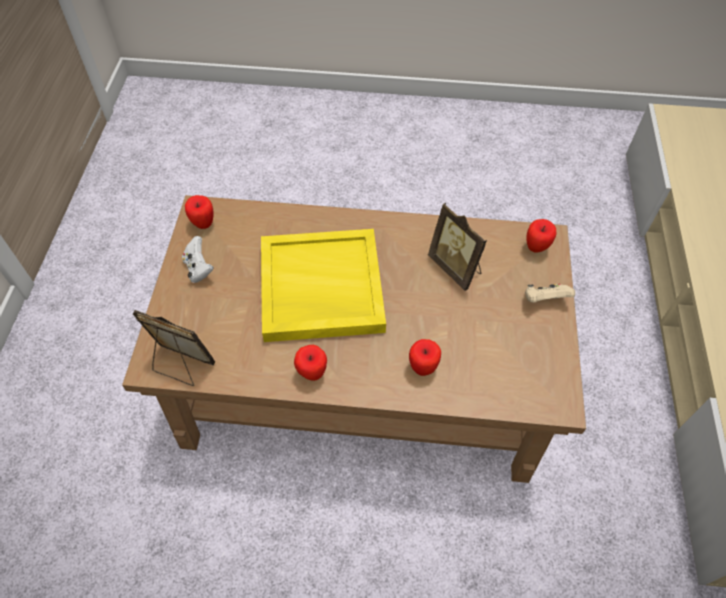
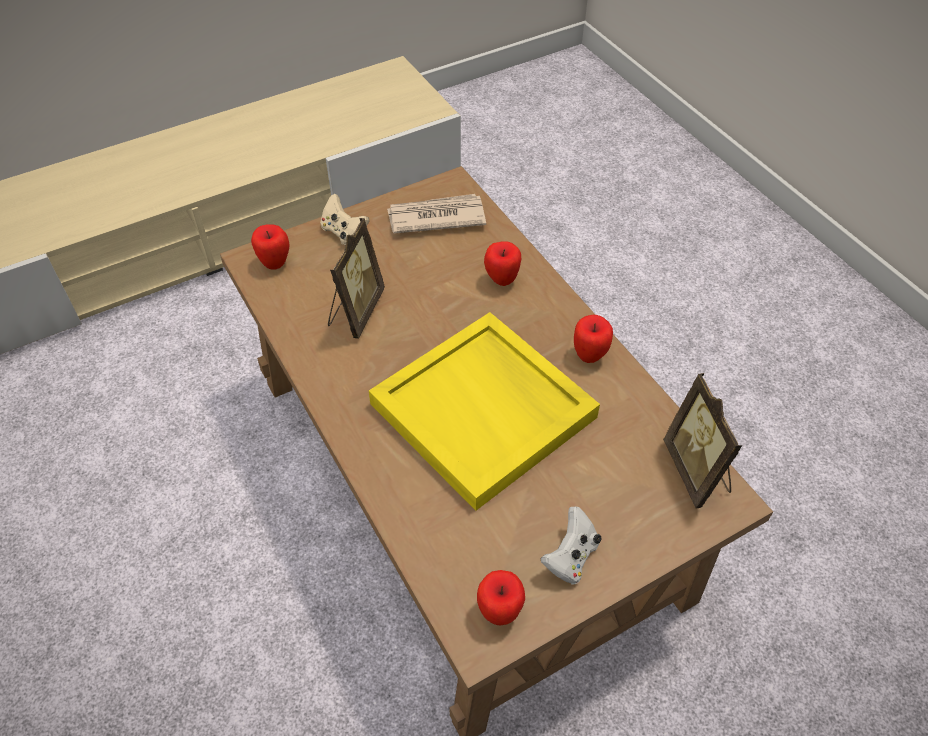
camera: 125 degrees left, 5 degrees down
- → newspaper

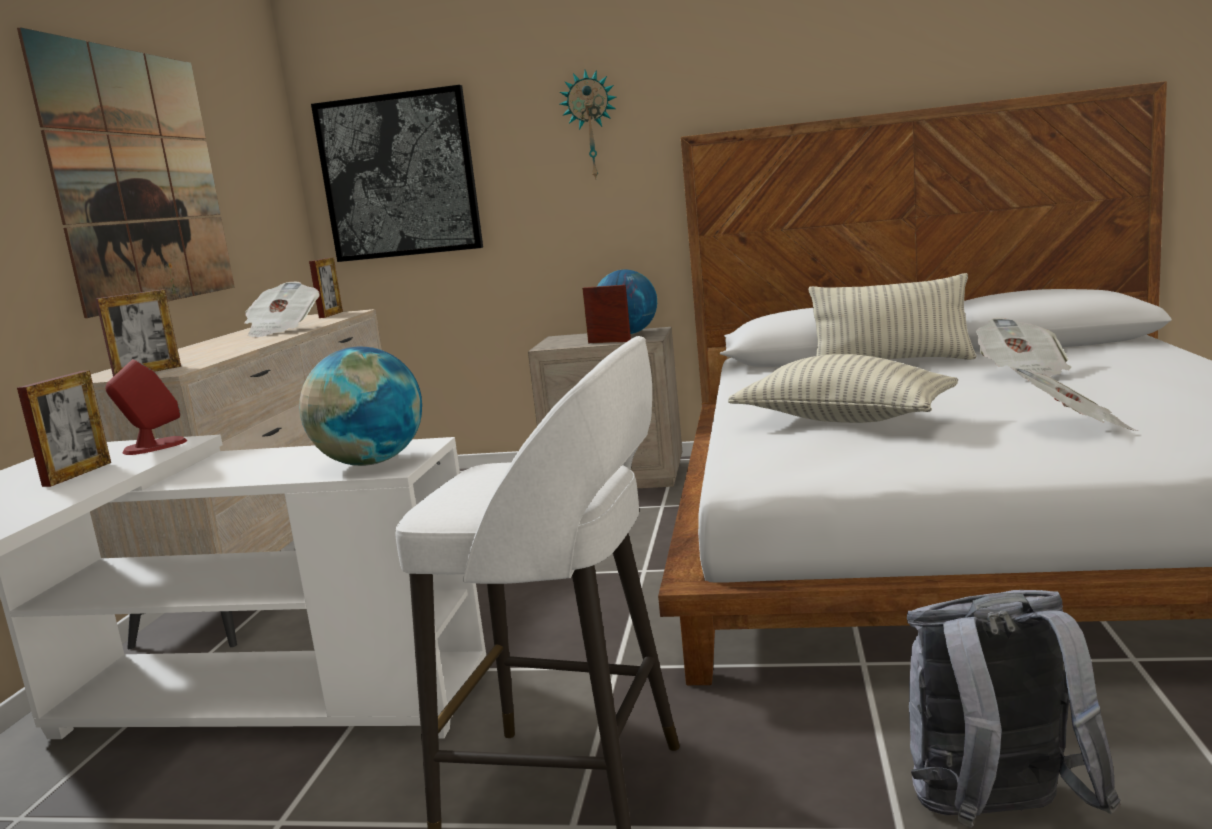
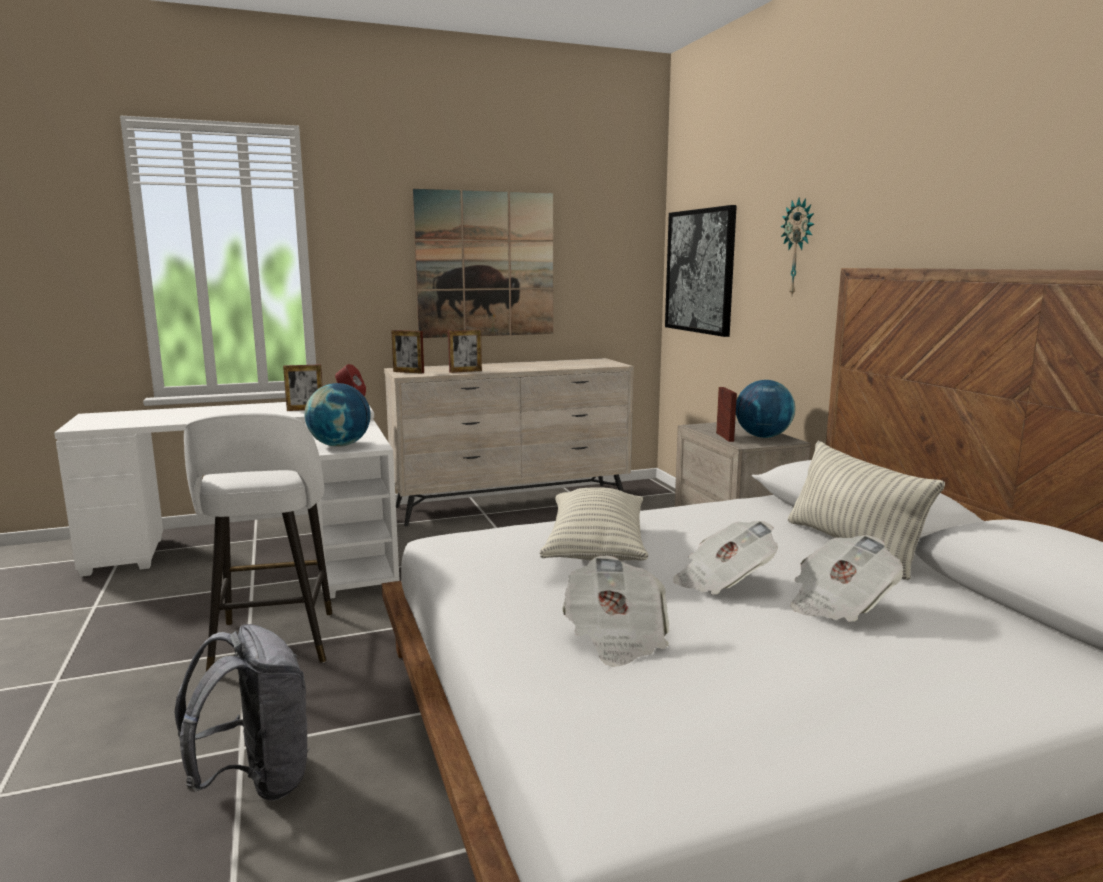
camera: 60 degrees right, 0 degrees up
picture frame (3rd from left), moved
newspaper (1st from left in the first image) → newspaper (2nd from left), moved

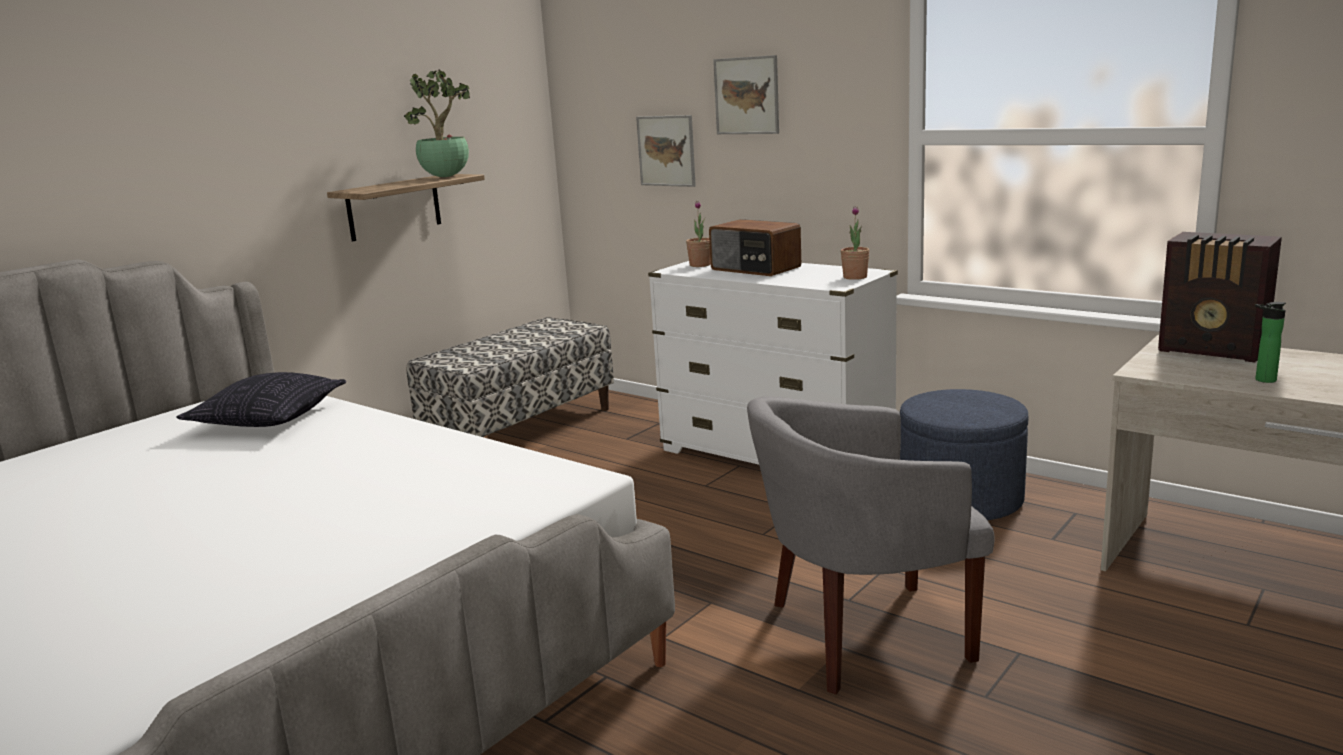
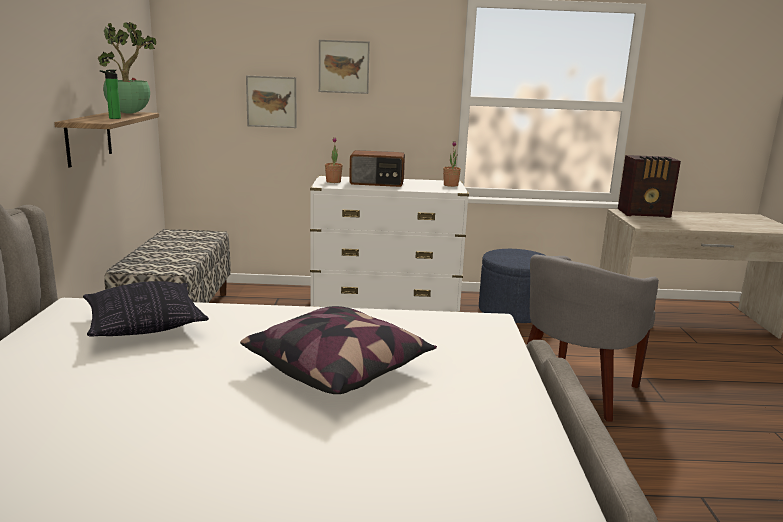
camera: 40 degrees left, 0 degrees up
bottle, moved
- → pillow (2nd from left)

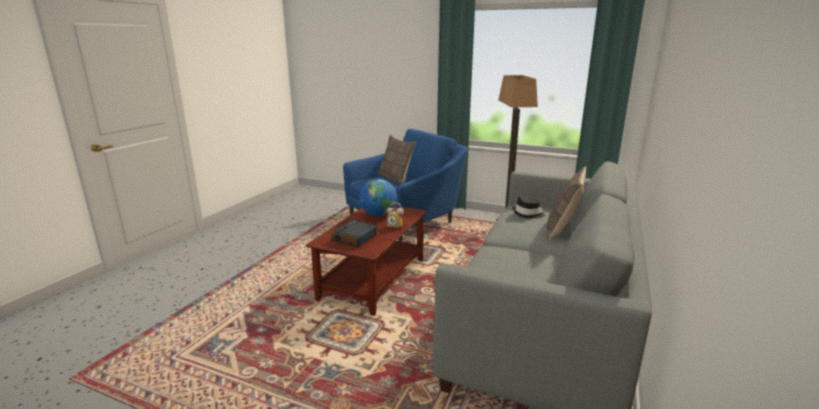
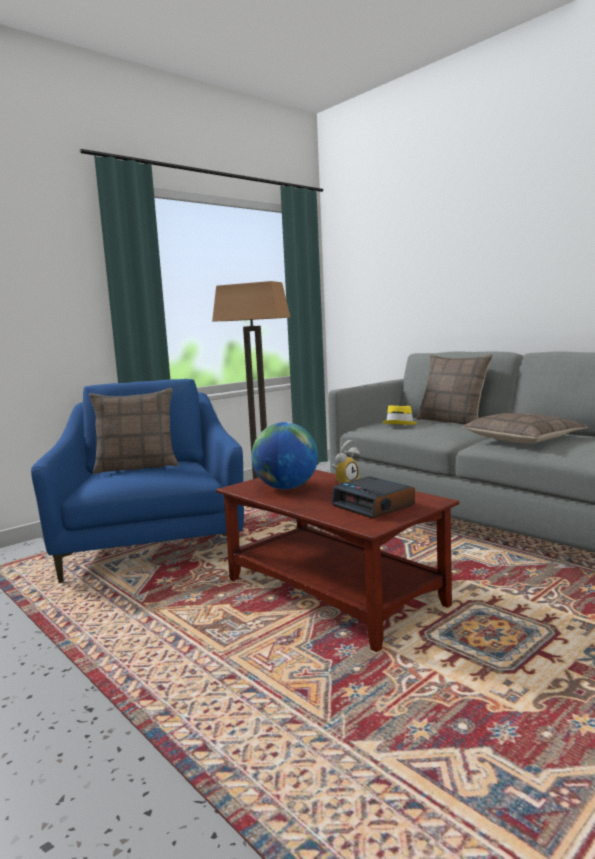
camera: 65 degrees left, 10 degrees down
black hat → yellow hat
- → pillow (3rd from left)

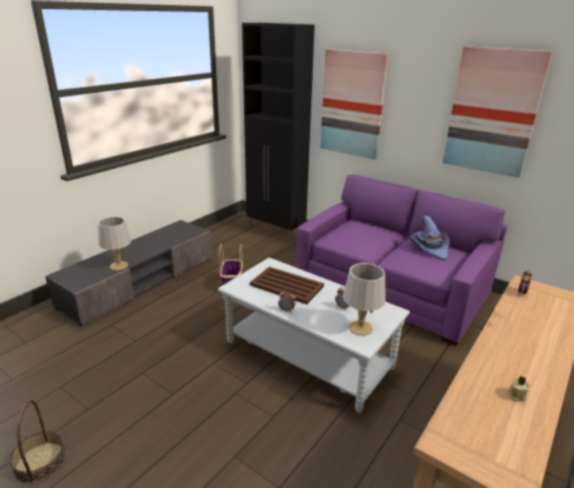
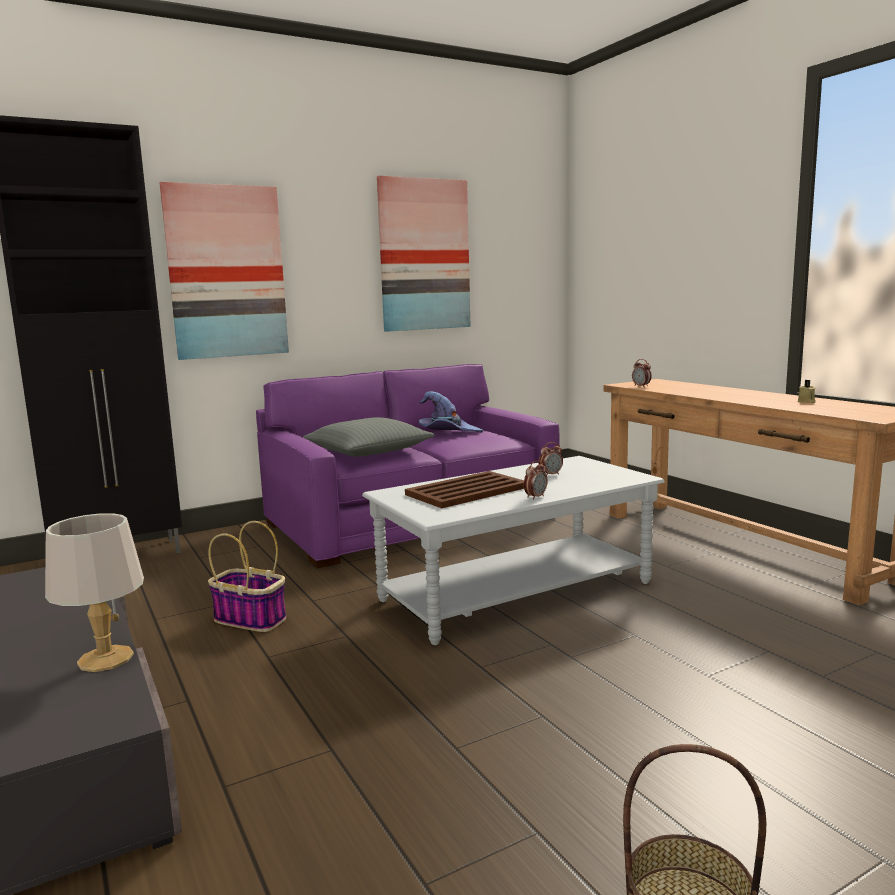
camera: 65 degrees left, 15 degrees down
- → grey pillow
grey table lamp (2nd from left) → -

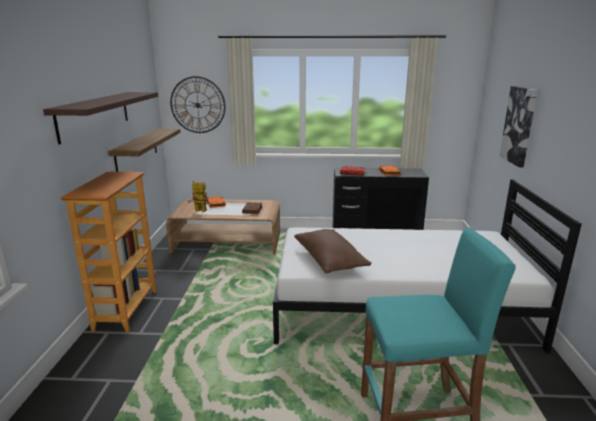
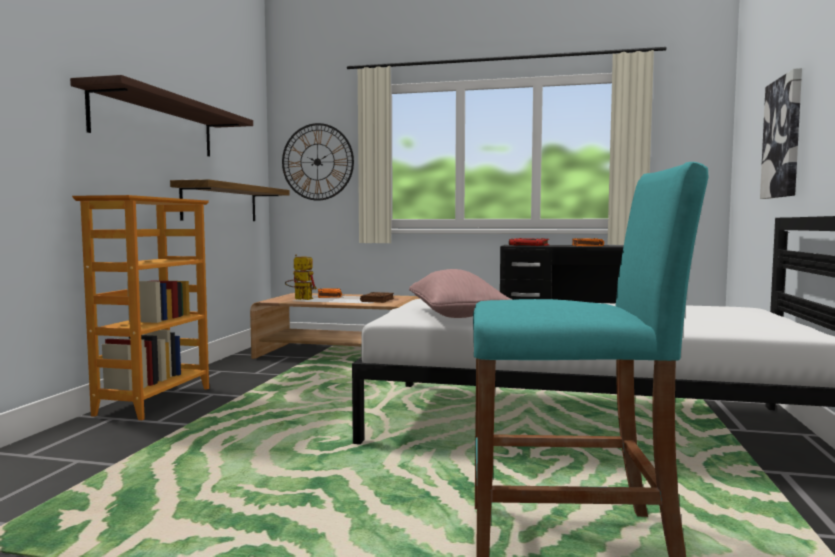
camera: 10 degrees right, 15 degrees down
brown pillow → pink pillow

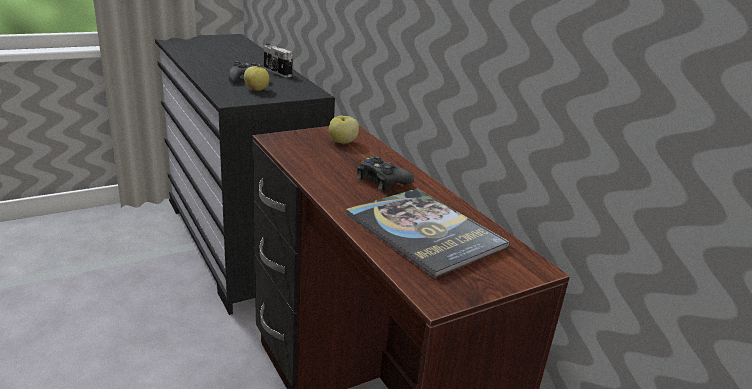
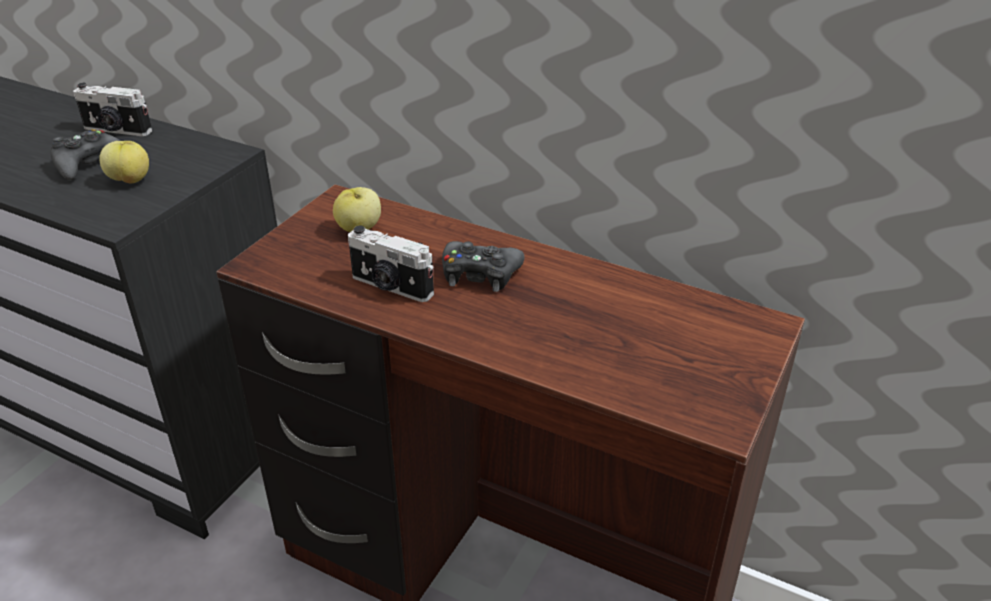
camera: 30 degrees left, 10 degrees up
- → photo camera (2nd from left)
book → -

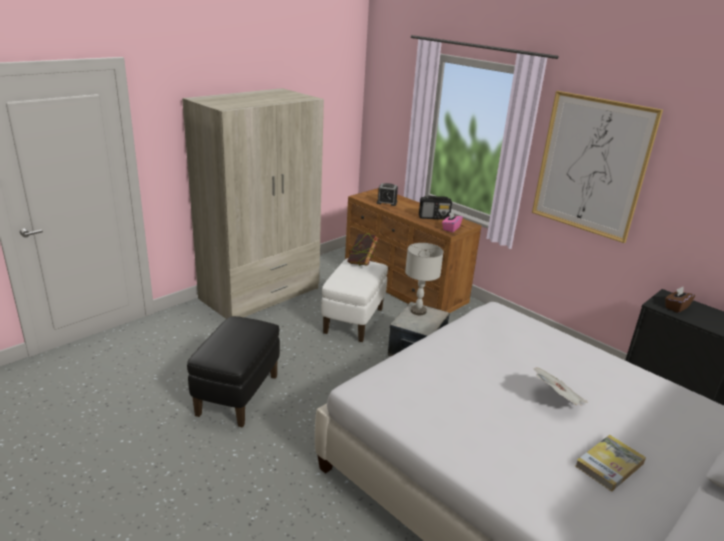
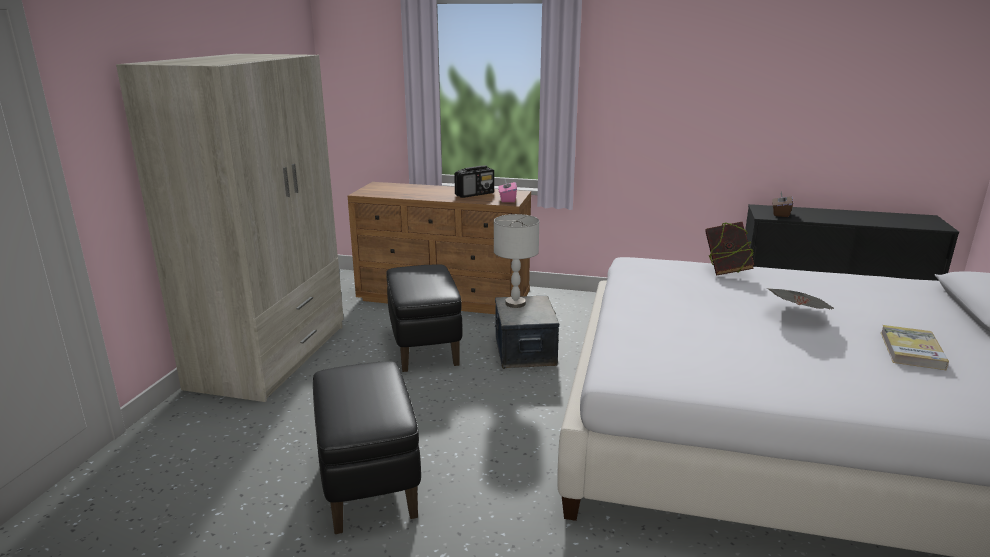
camera: 30 degrees left, 5 degrees down
white ottoman → black ottoman (2nd from left)
book (1st from left), moved
alarm clock → -
picture → -

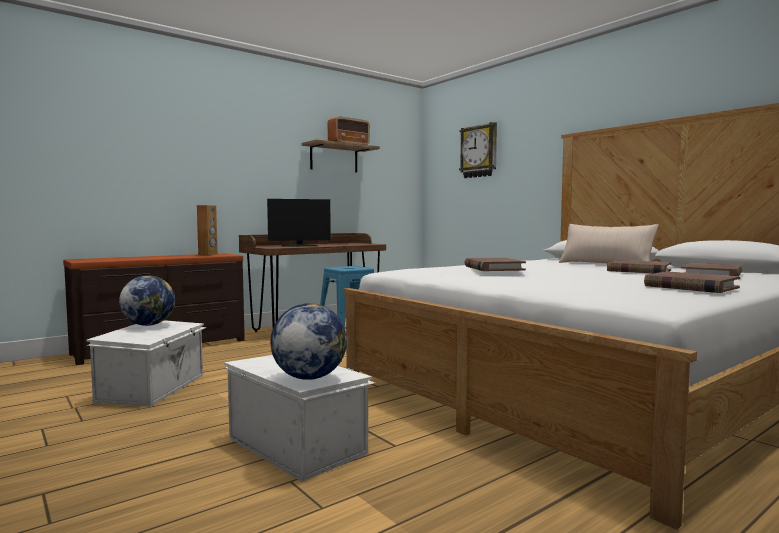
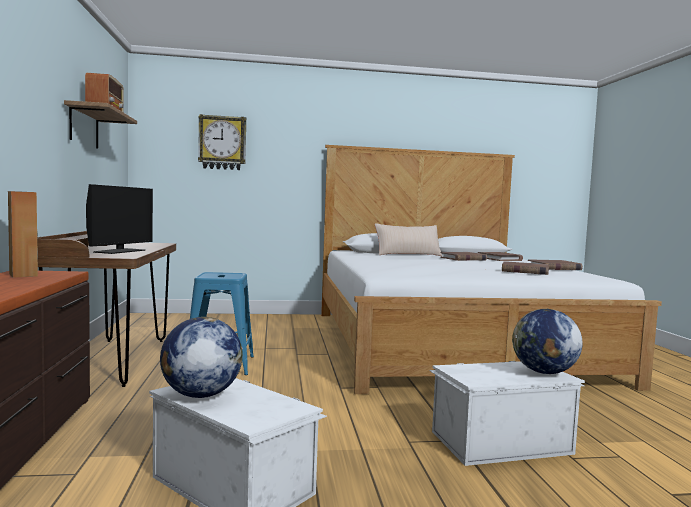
camera: 60 degrees left, 0 degrees up
brown book (1st from left in the first image) → brown book (3rd from left), moved

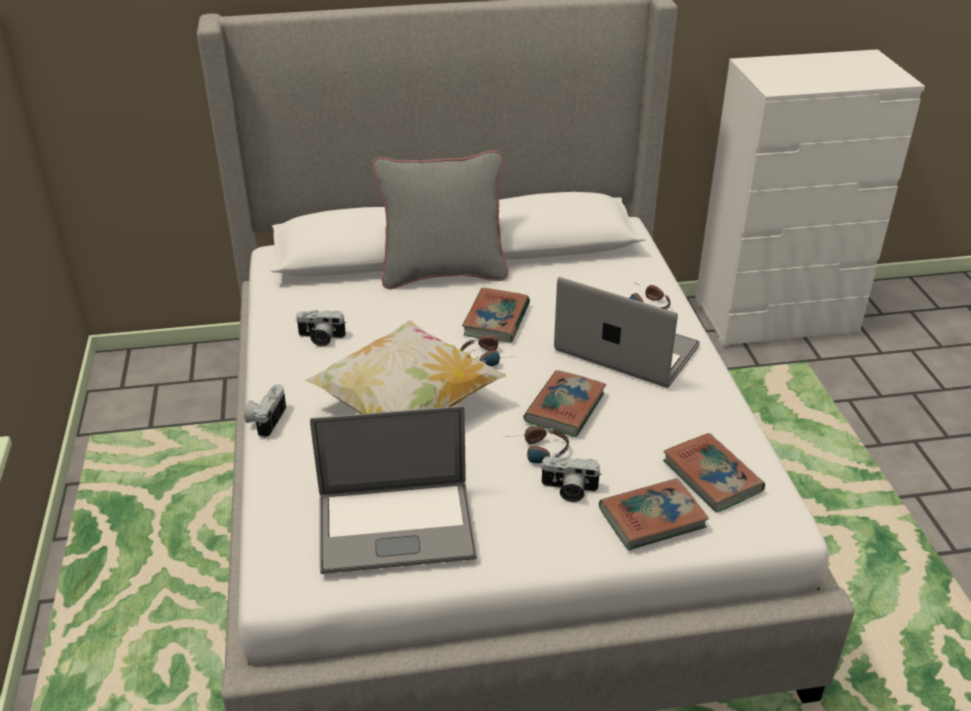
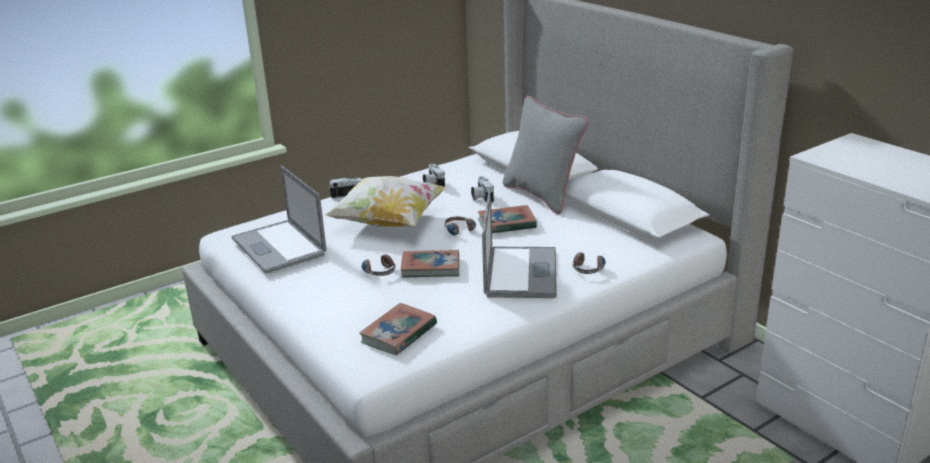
camera: 65 degrees right, 10 degrees down
photo camera (3rd from left), moved
book (3rd from left) → -

